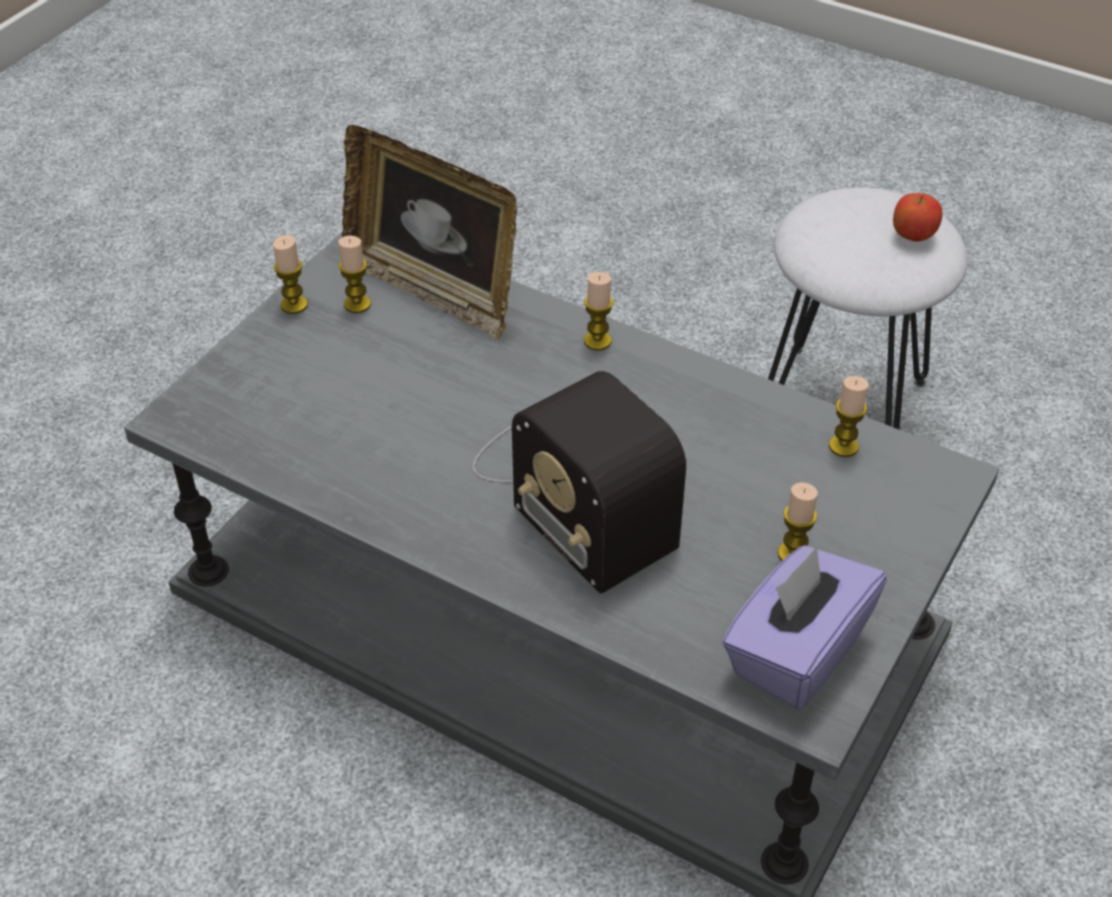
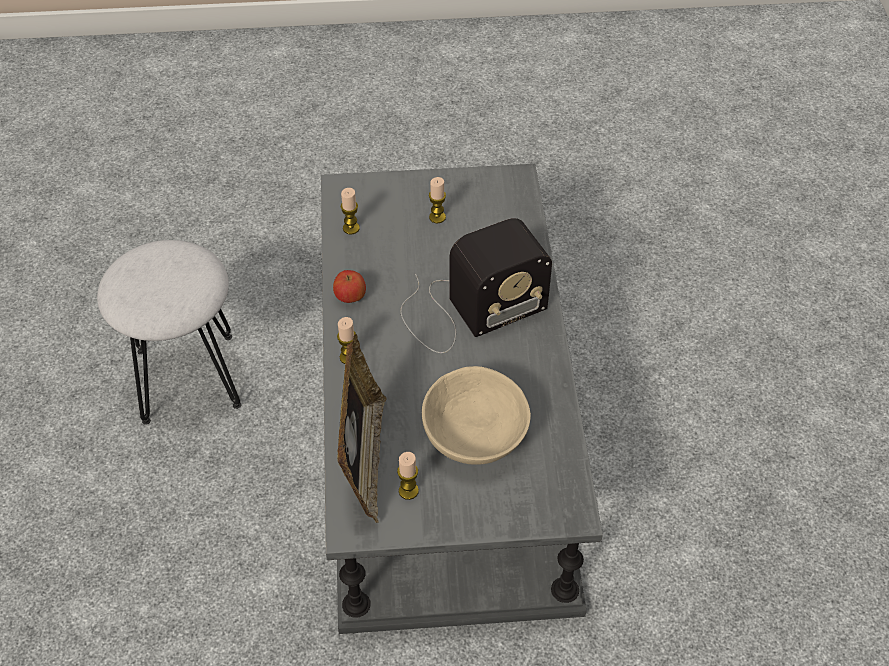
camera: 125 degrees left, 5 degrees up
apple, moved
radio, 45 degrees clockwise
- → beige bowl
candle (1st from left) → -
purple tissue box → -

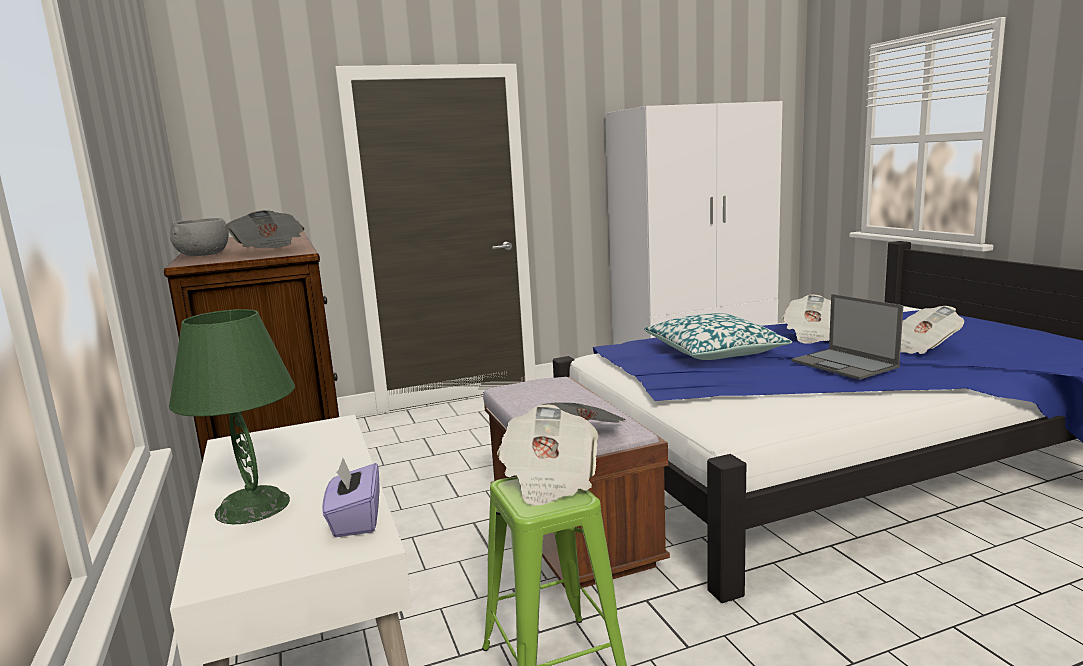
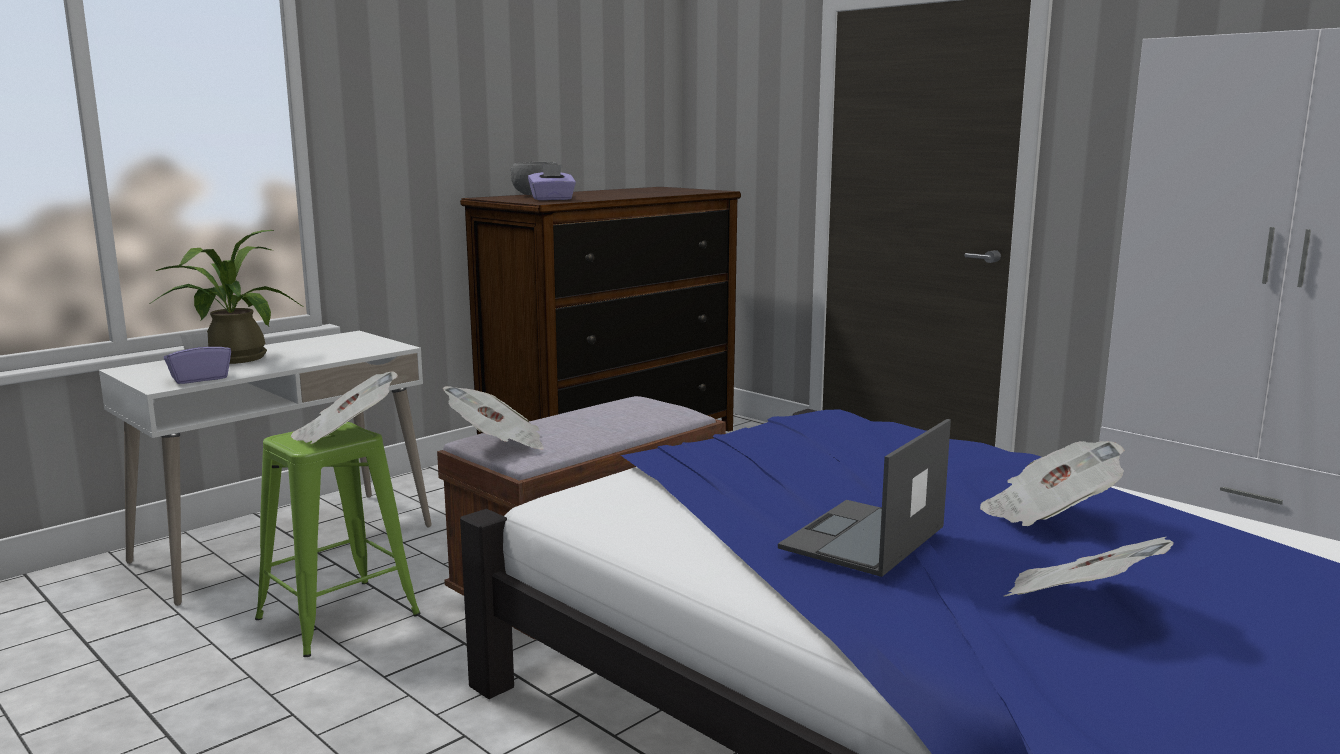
camera: 65 degrees right, 0 degrees up
green table lamp → potted plant
newspaper (1st from left) → purple tissue box (2nd from left)
pillow → -

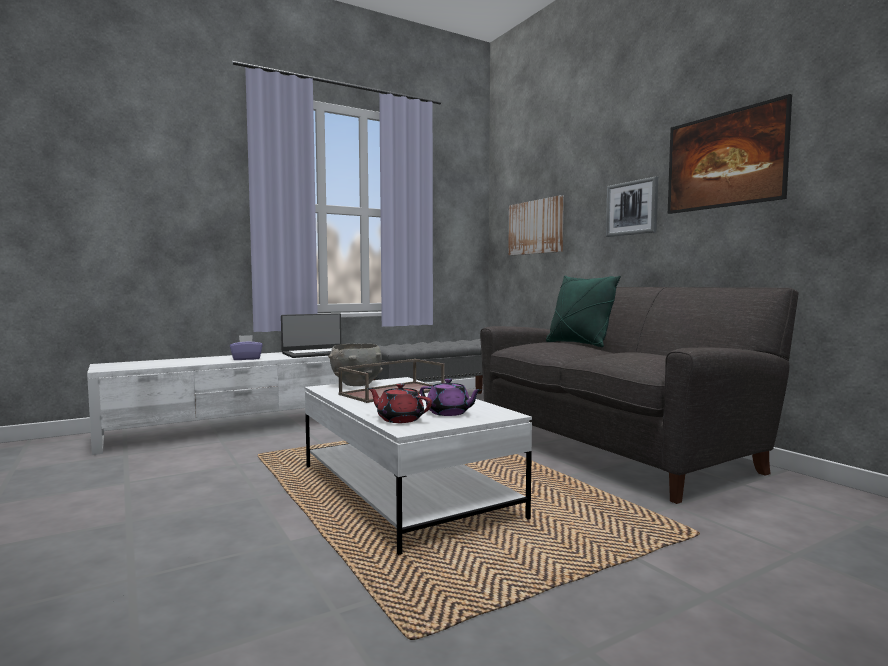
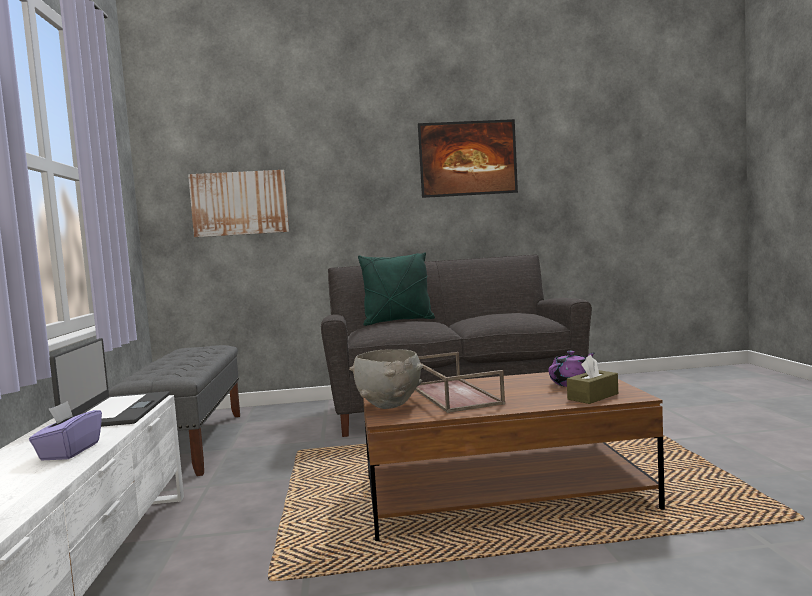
camera: 65 degrees left, 0 degrees up
white coffee table → brown coffee table
red teapot → brown tissue box
picture (2nd from left) → -

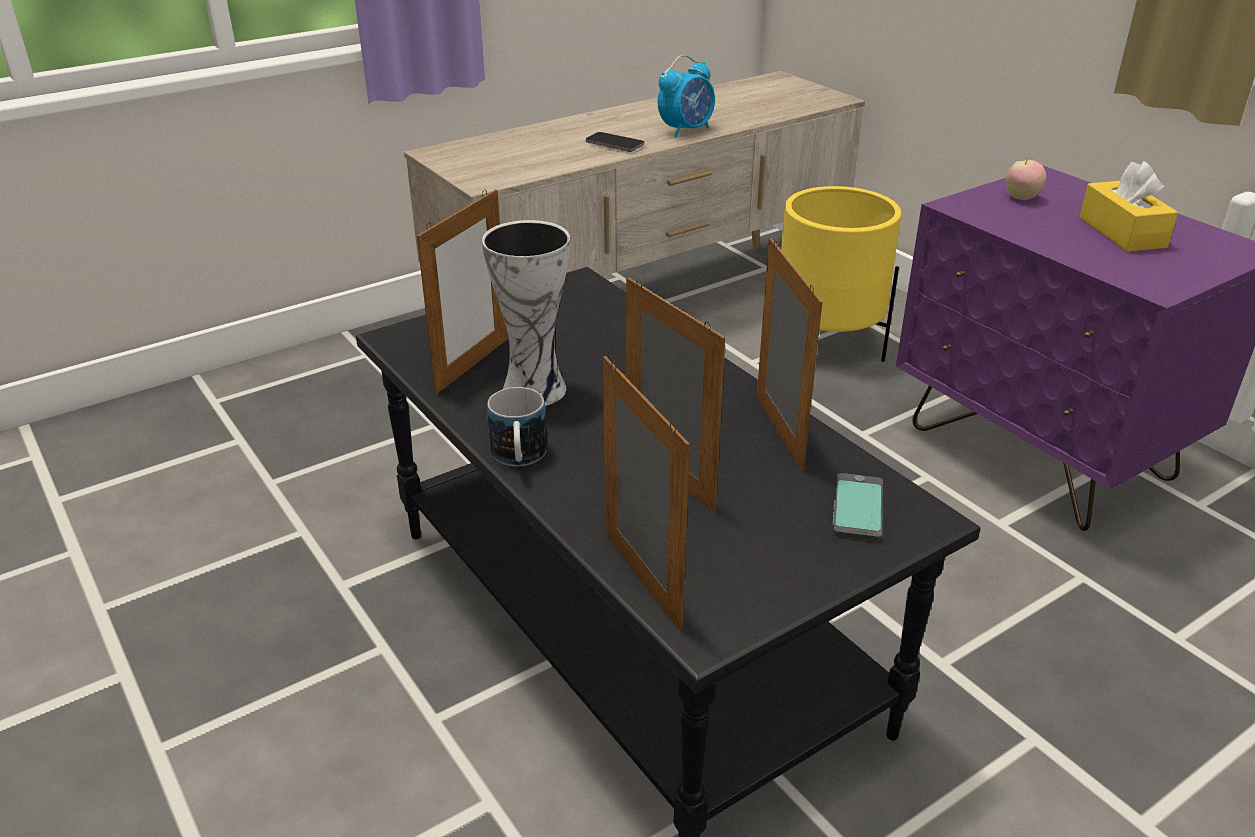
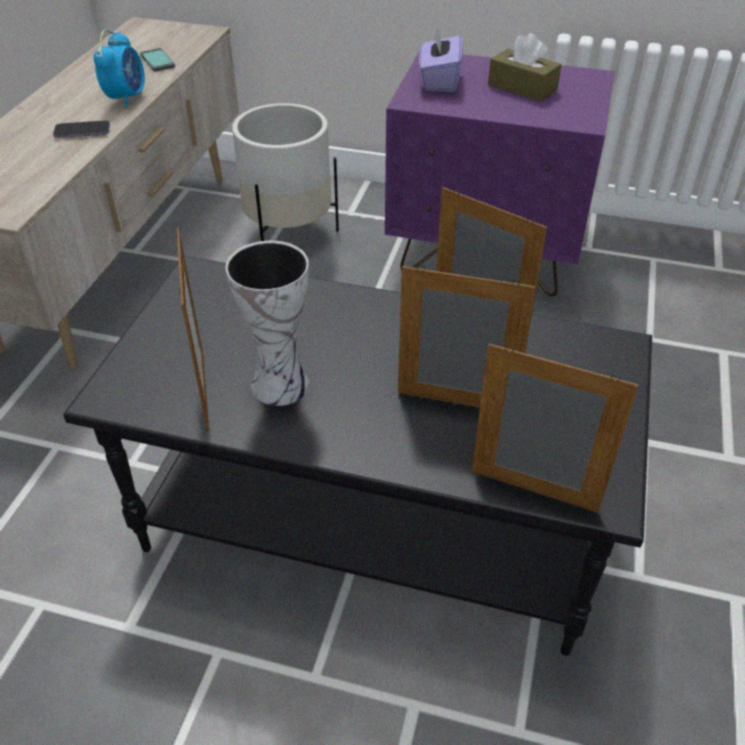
camera: 40 degrees left, 10 degrees up
phone (2nd from left), moved
yellow planter → white planter
apple → purple tissue box
yellow tissue box → brown tissue box
mug → -

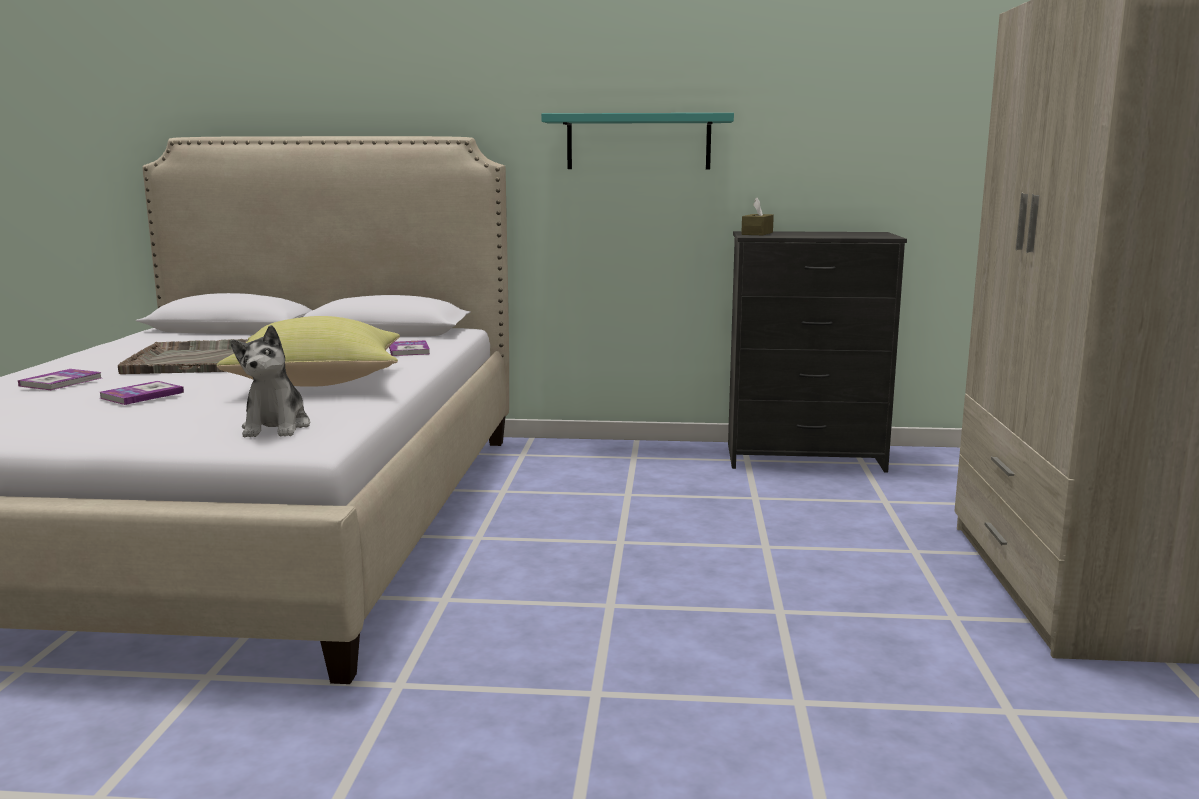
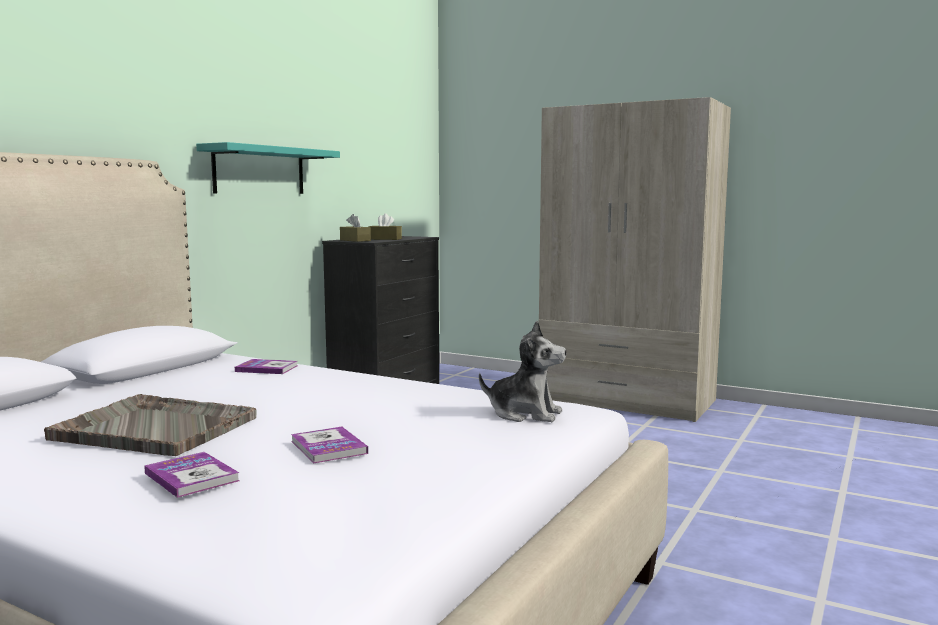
camera: 65 degrees left, 5 degrees down
- → brown tissue box (2nd from left)
yellow pillow → -

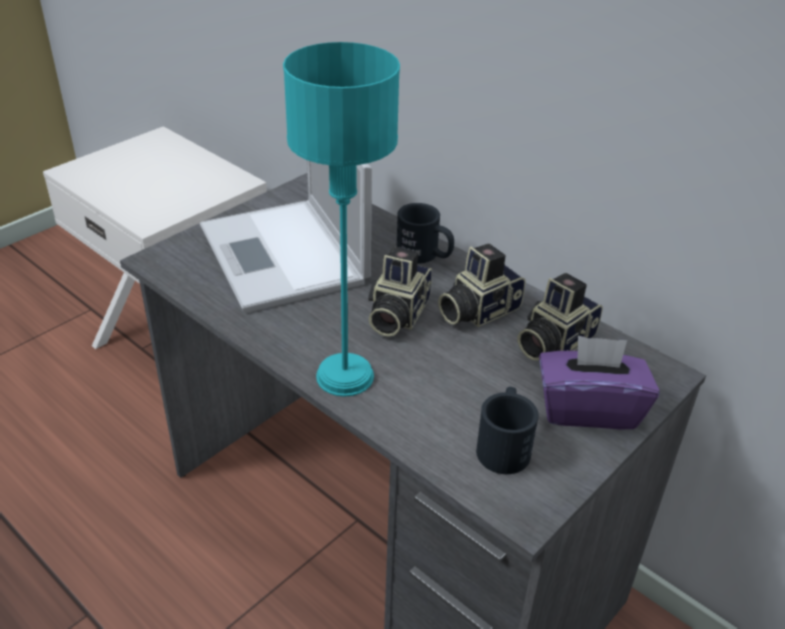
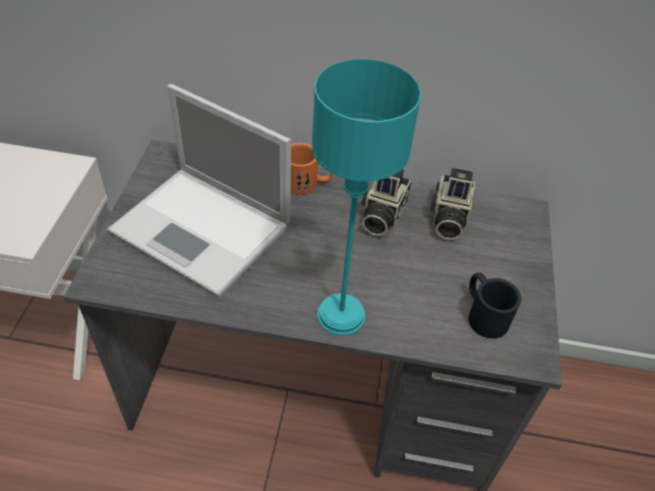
camera: 35 degrees left, 10 degrees up
black mug (1st from left) → orange mug
photo camera (1st from left) → -
purple tissue box → -

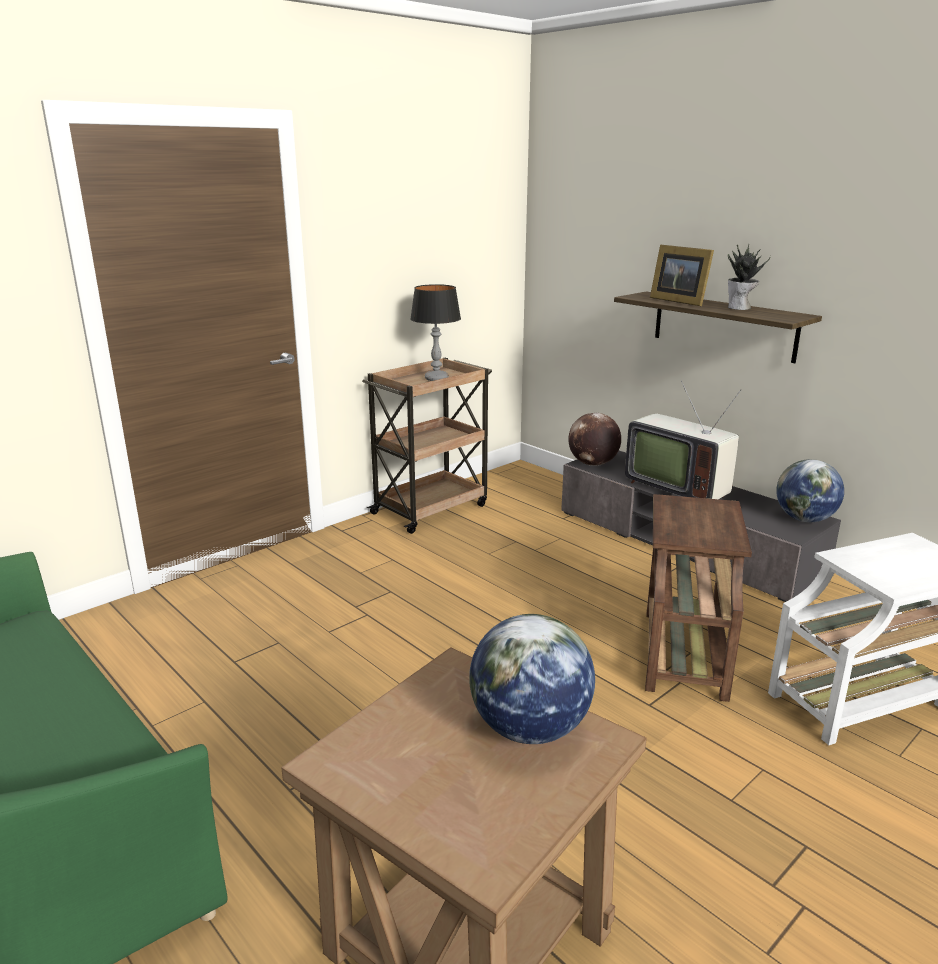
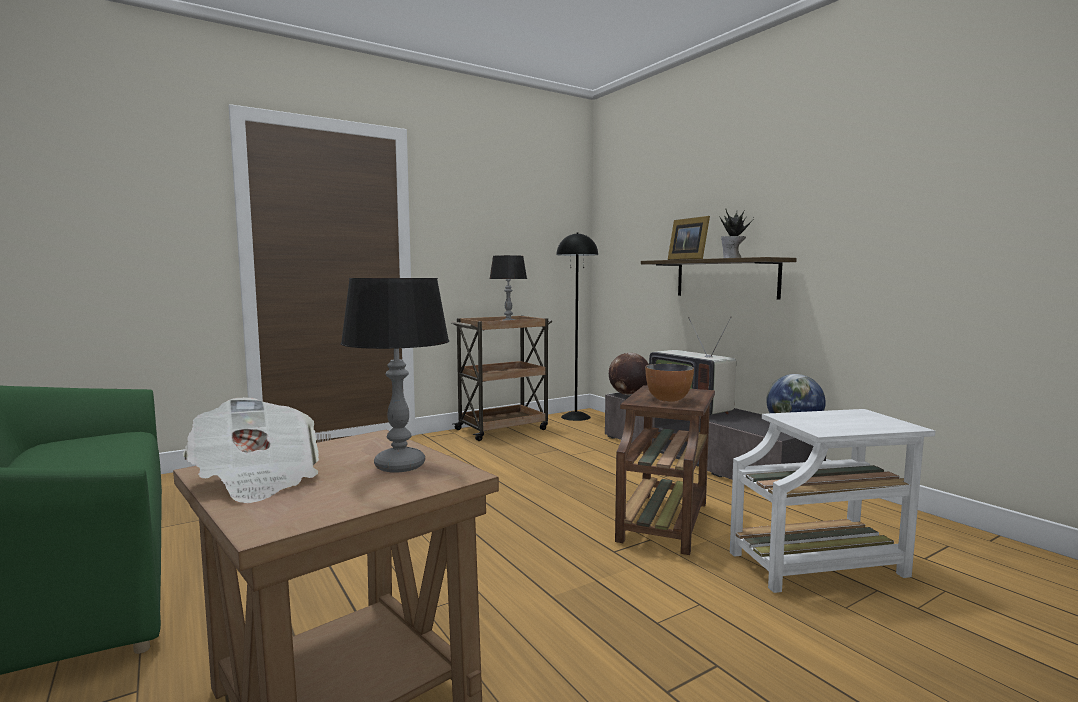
camera: 10 degrees right, 15 degrees down
- → newspaper
globe (1st from left) → table lamp (1st from left)
- → black floor lamp
- → bowl

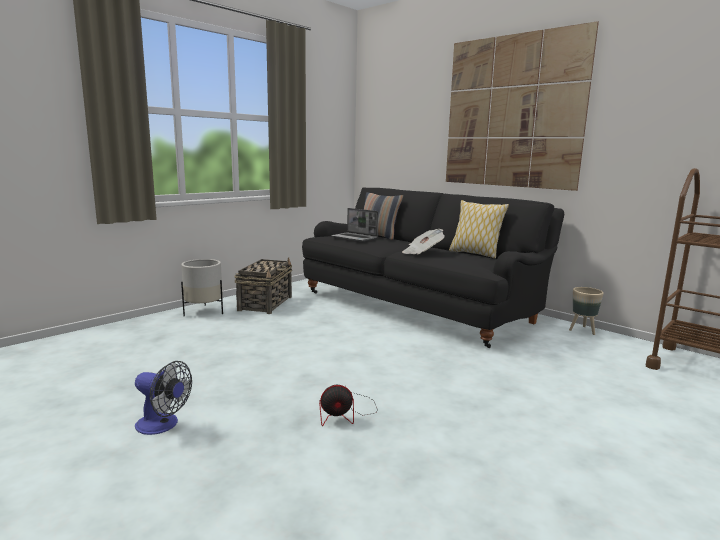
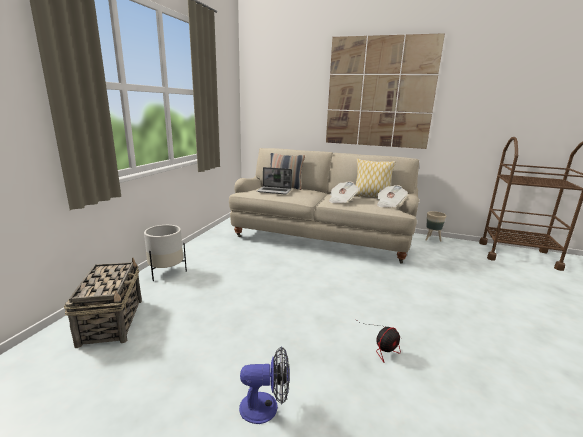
camera: 25 degrees left, 5 degrees up
basket, moved
black sofa → beige sofa
- → newspaper (2nd from left)

